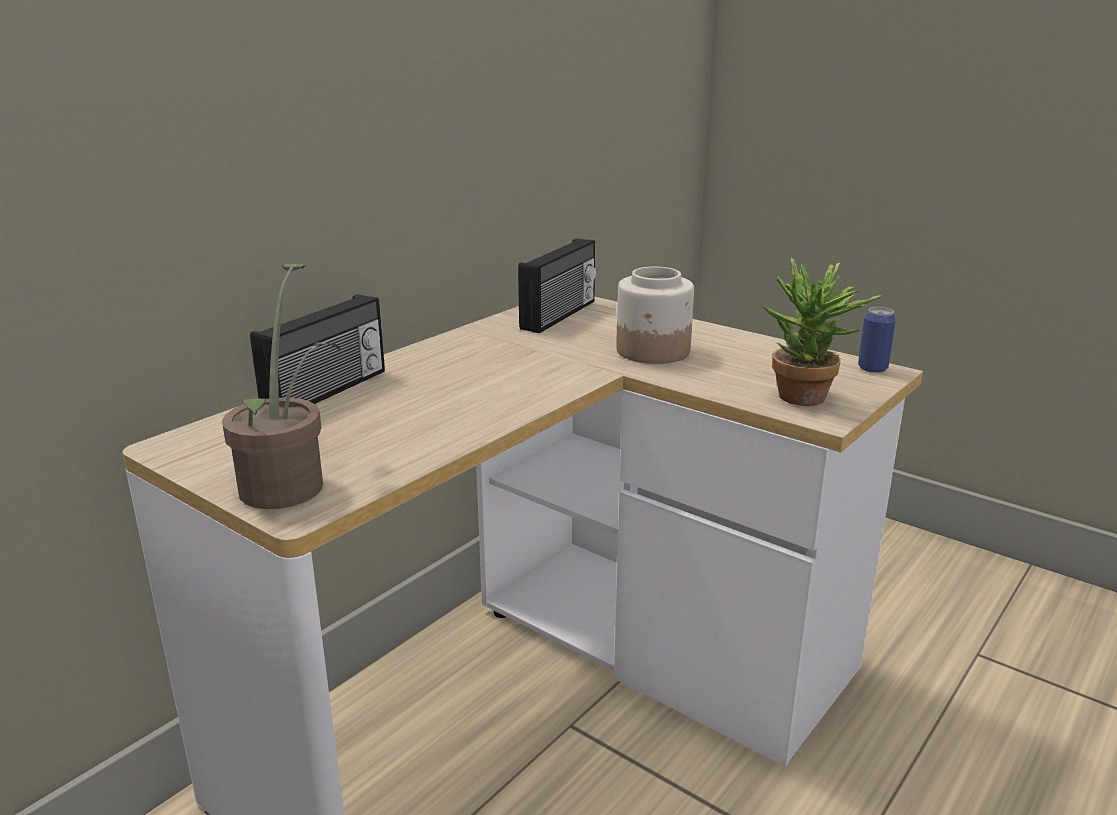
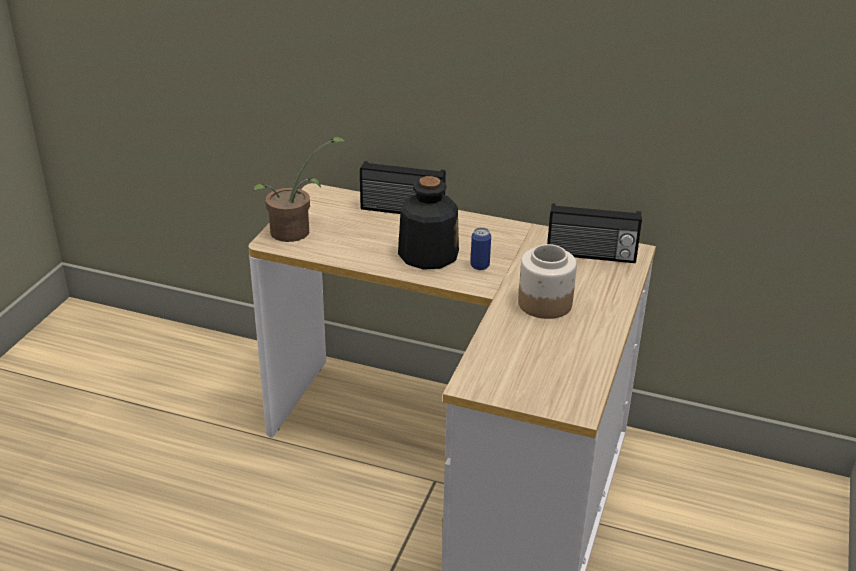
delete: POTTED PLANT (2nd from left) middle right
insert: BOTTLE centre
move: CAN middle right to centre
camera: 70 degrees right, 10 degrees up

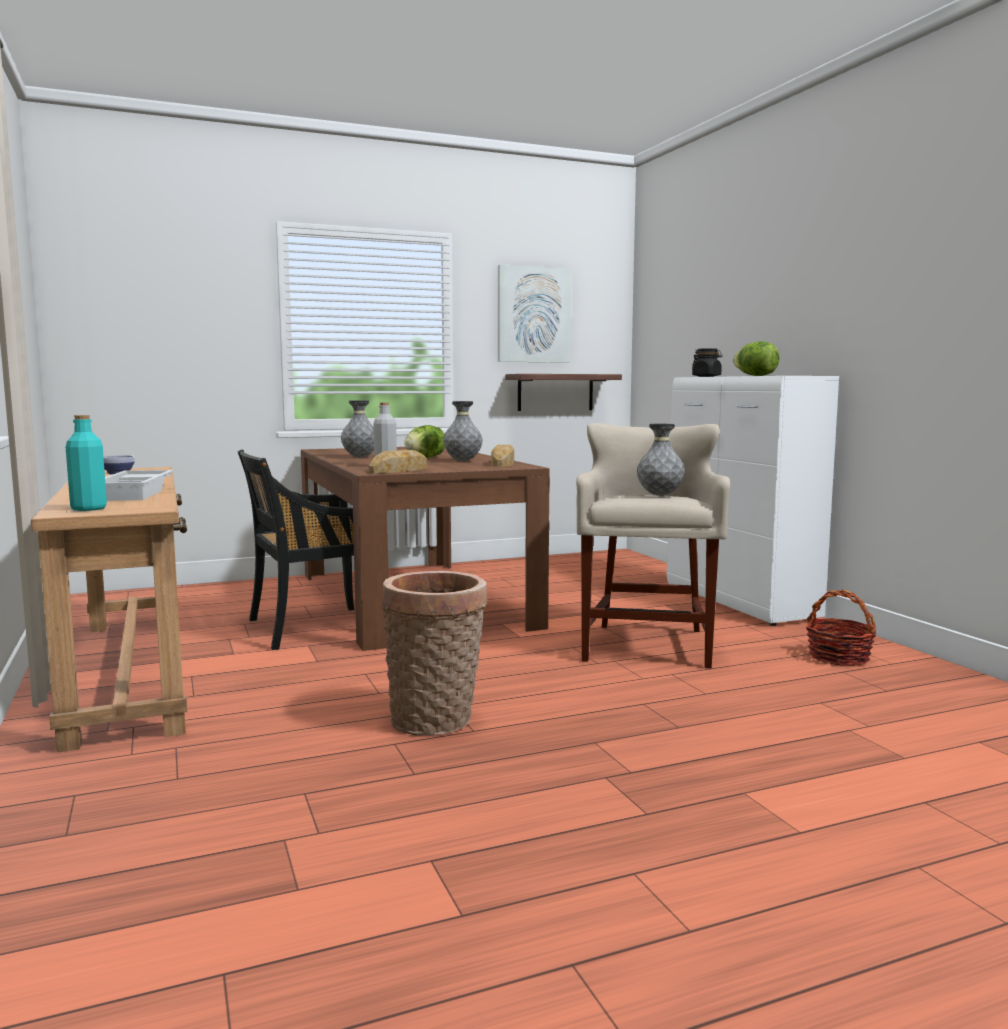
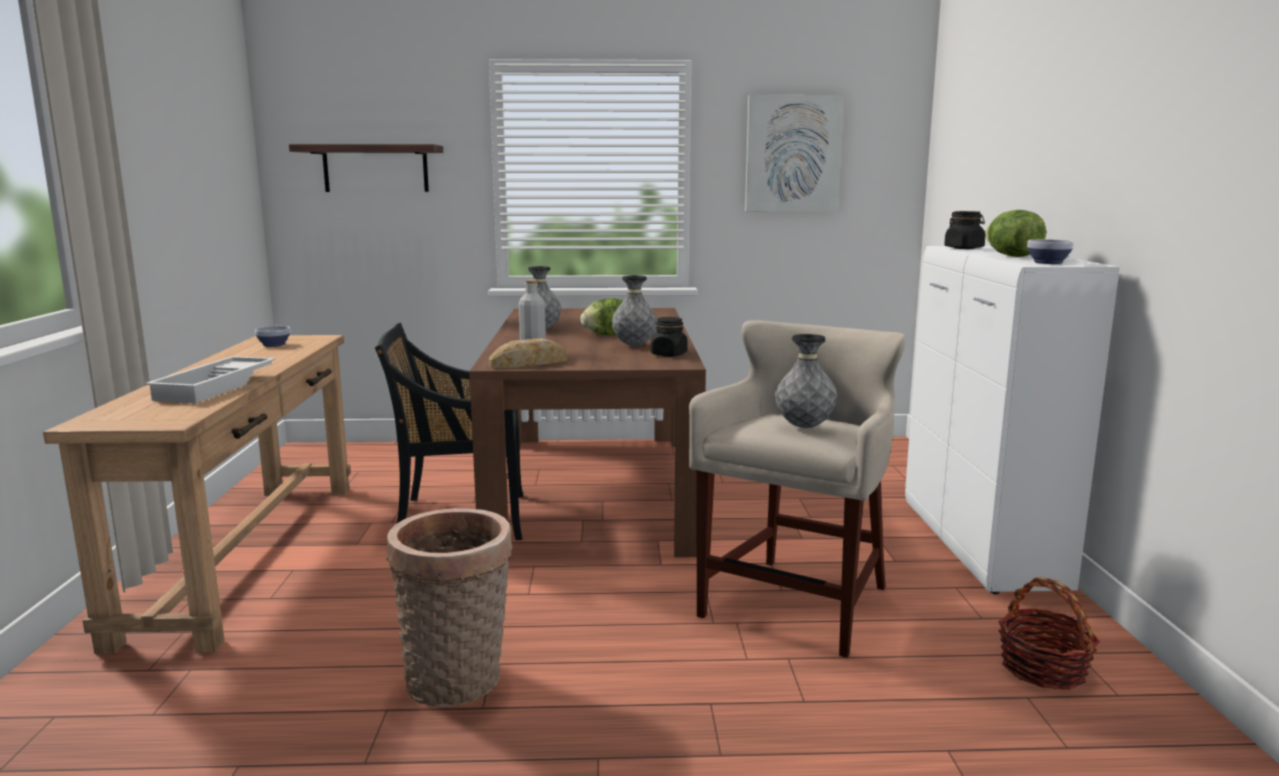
delete: TURQUOISE BOTTLE middle left
insert: BOWL (2nd from left) top right
move: SHELF centre to top left
replace: BREAD (2nd from left) centre to BLACK JAR (1st from left) centre
camera: 20 degrees right, 5 degrees up

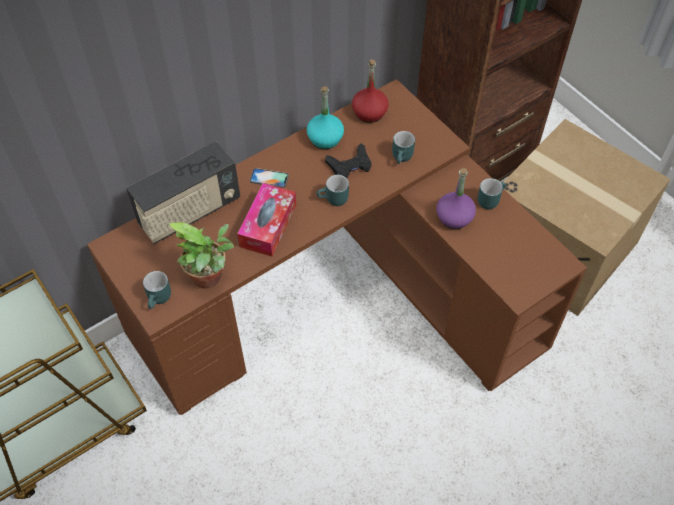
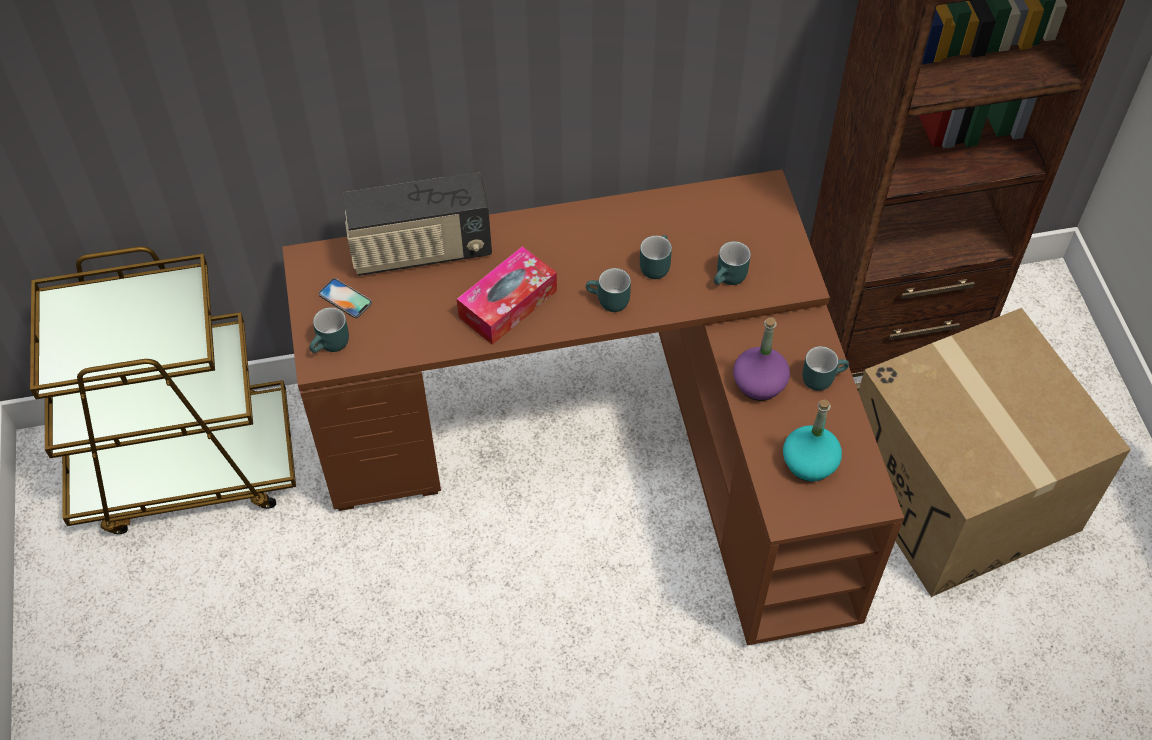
delete: RED BOTTLE top centre; POTTED PLANT middle left
move: TURQUOISE BOTTLE top centre to middle right; PHONE centre to middle left
replace: BLACK GAME CONTROLLER top centre to TURQUOISE MUG (3rd from left) centre
camera: 25 degrees right, 0 degrees up

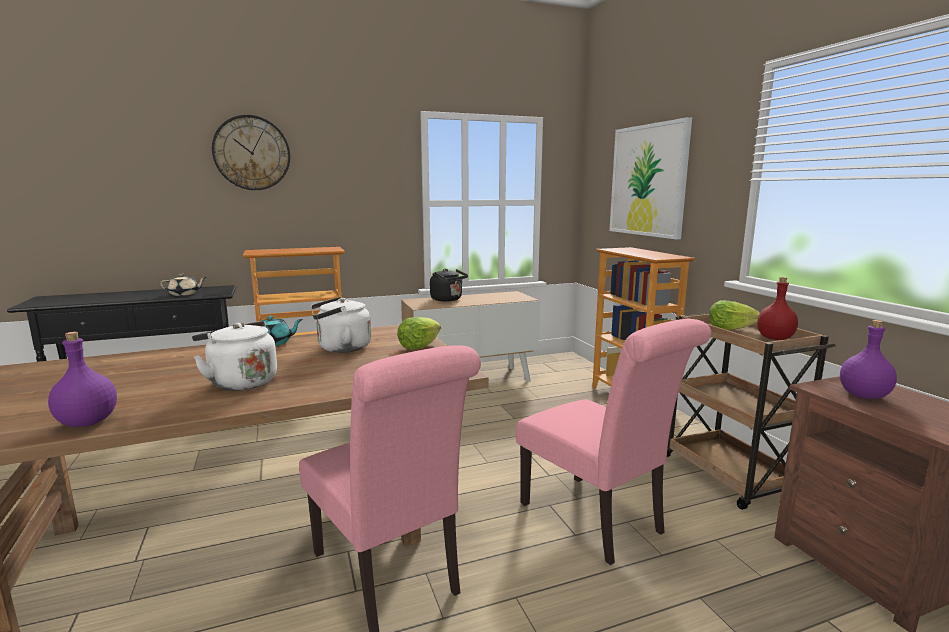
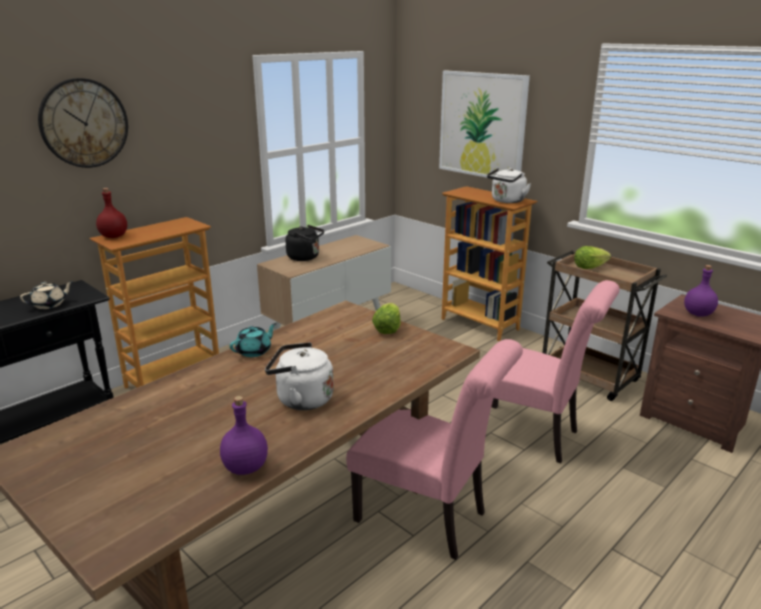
move: RED BOTTLE middle right to middle left; WHITE KETTLE (2nd from left) centre to top right
camera: 25 degrees left, 10 degrees up

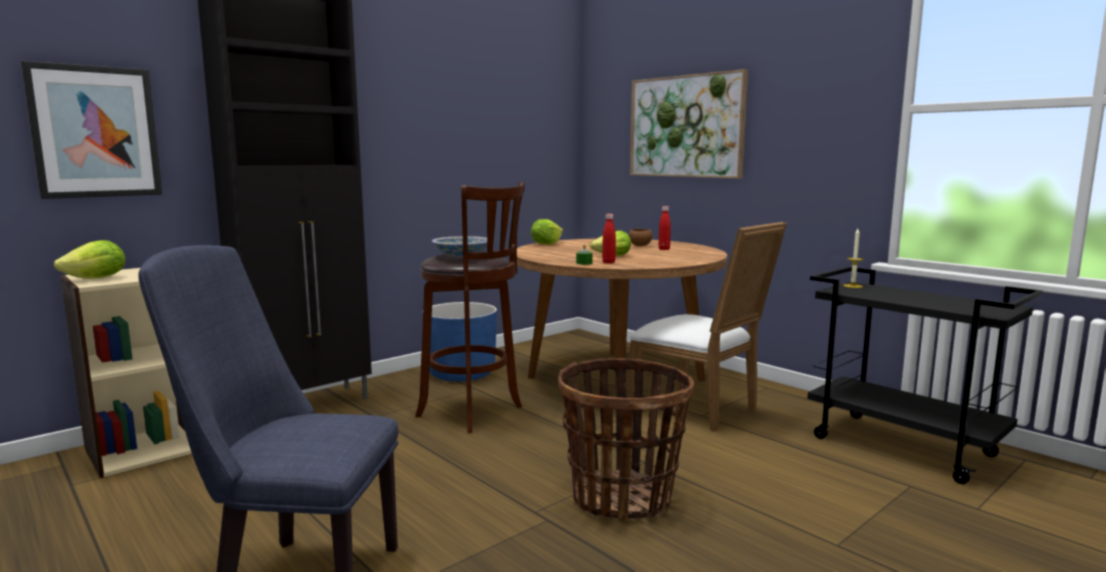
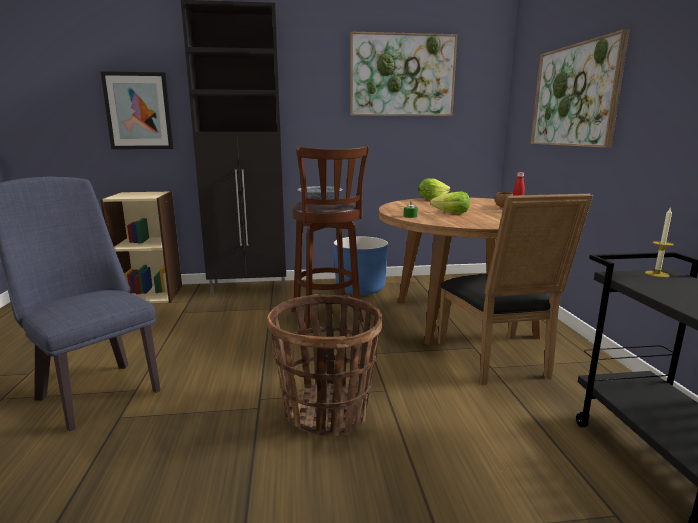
delete: RED BOTTLE (1st from left) centre; LETTUCE (1st from left) middle left
insert: PICTURE (2nd from left) top centre
recolor: WHITE CHAIR centre to BLACK CHAIR middle right
camera: 35 degrees right, 5 degrees up

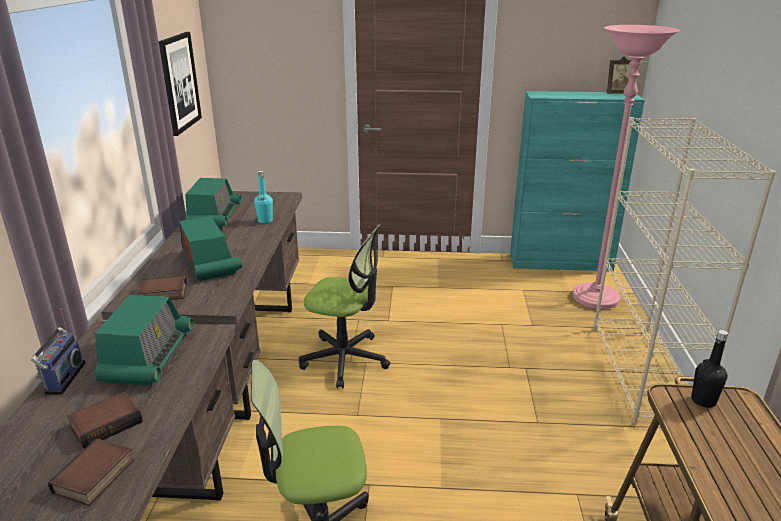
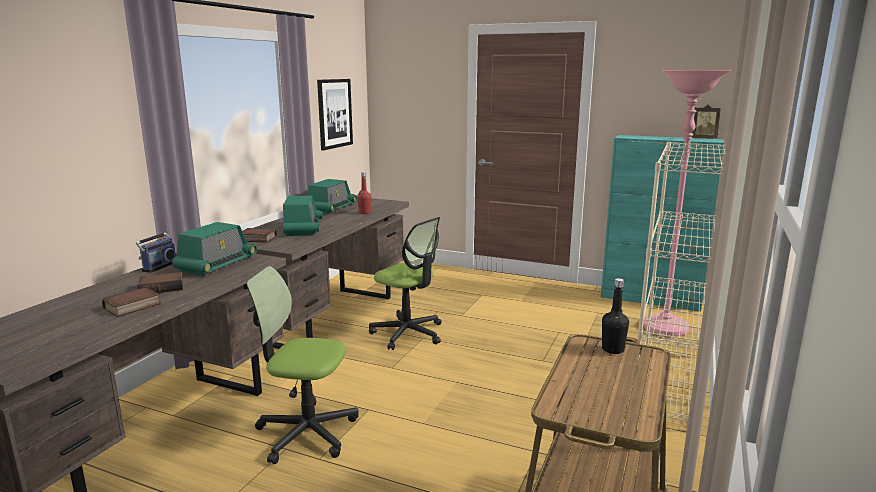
recolor: TURQUOISE BOTTLE centre to RED BOTTLE centre
camera: 20 degrees right, 10 degrees down

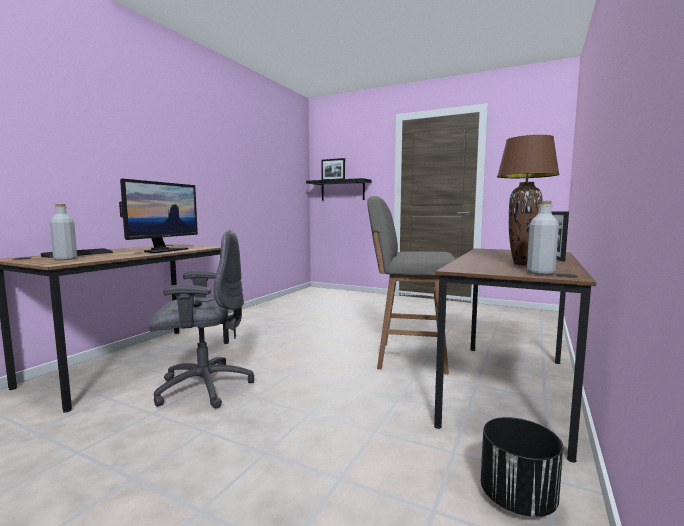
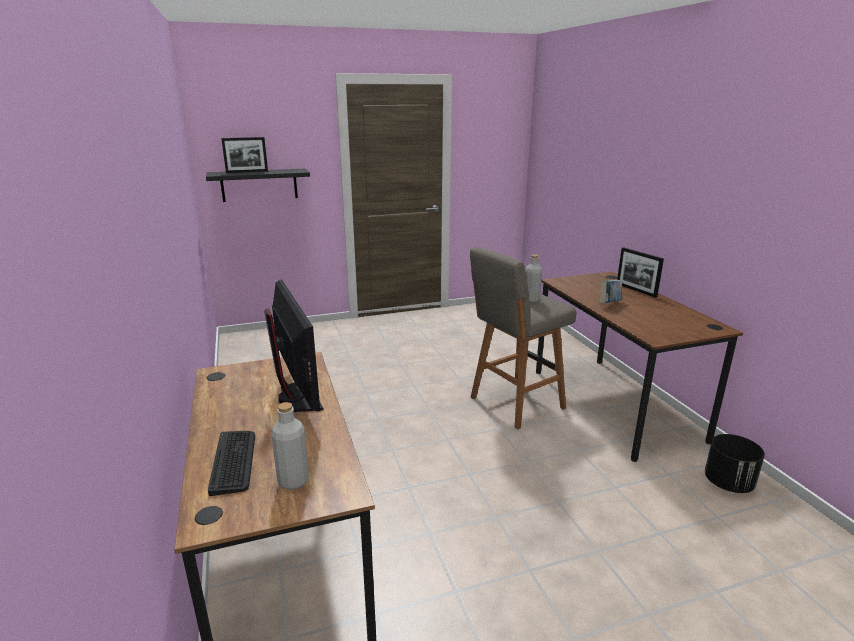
delete: BROWN TABLE LAMP middle right; GREY OFFICE CHAIR middle left
insert: BOOK middle right
move: GREY BOTTLE (2nd from left) middle right to centre
camera: 45 degrees left, 15 degrees up

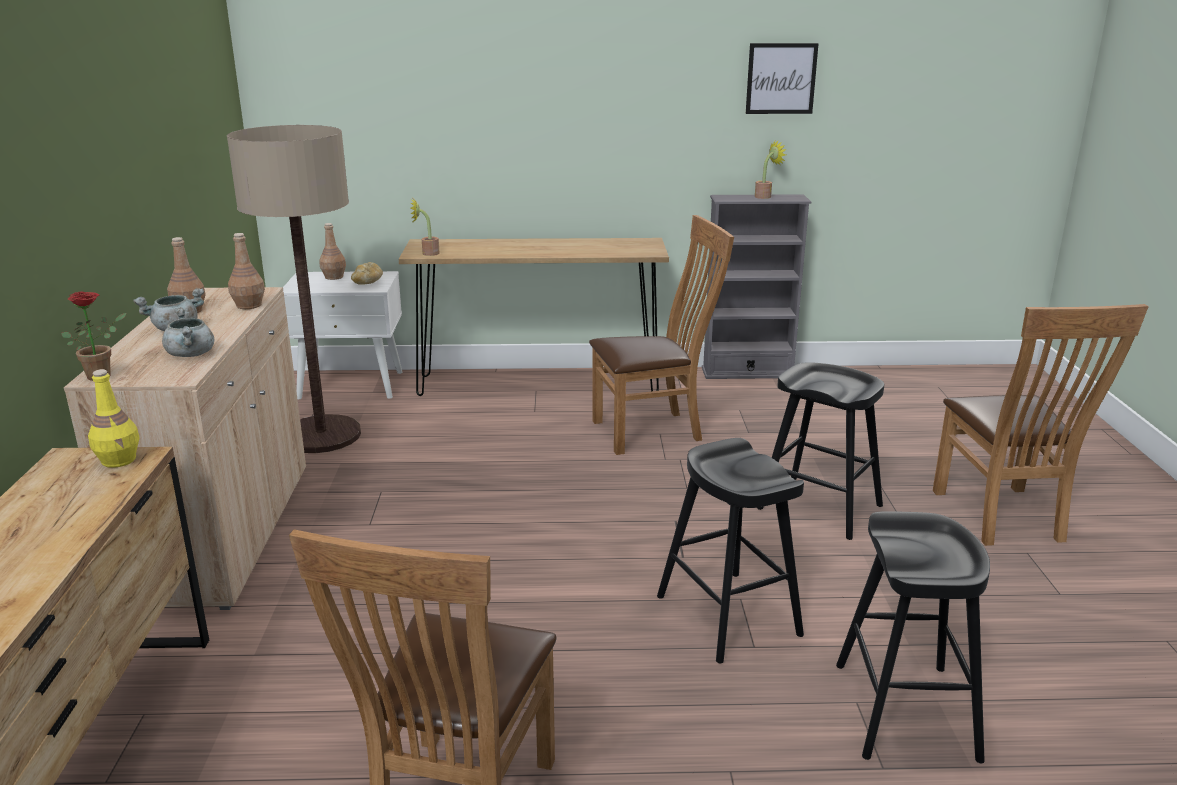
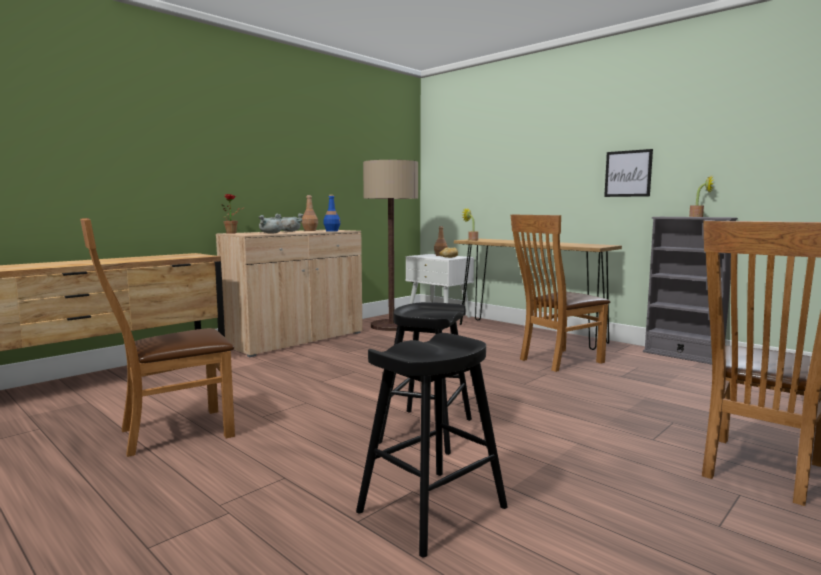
delete: BLACK STOOL (2nd from left) middle right; YELLOW BOTTLE middle left
move: PICTURE top centre to top right
recolor: BROWN BOTTLE (2nd from left) middle left to BLUE BOTTLE centre
rotate: BROWN CHAIR (2nd from left) centre = middle right 120 degrees clockwise
camera: 45 degrees right, 15 degrees down

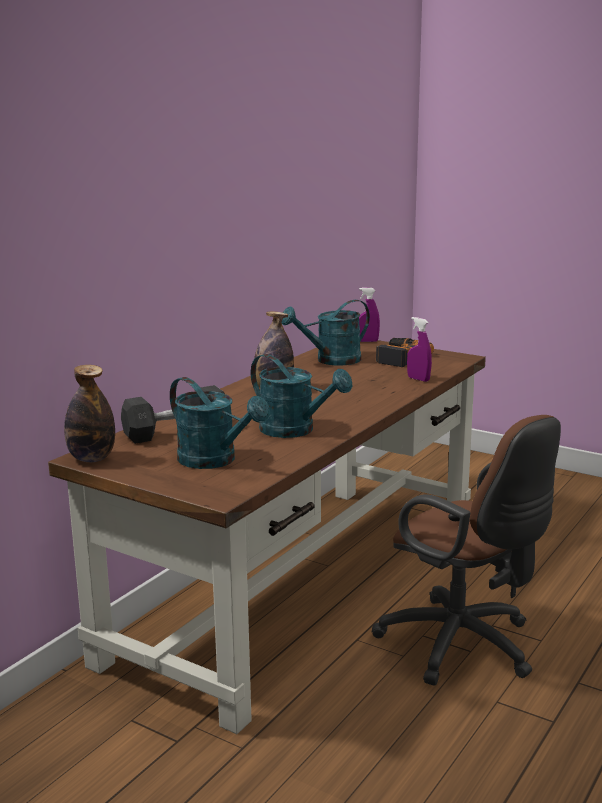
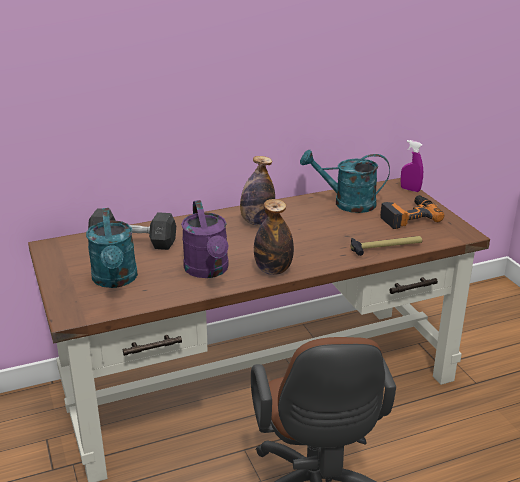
move: BOTTLE (1st from left in the first image) middle left to BOTTLE (2nd from left) centre
replace: PURPLE SPRAY BOTTLE (2nd from left) middle right to HAMMER middle right
recolor: TURQUOISE WATERING CAN (2nd from left) centre to PURPLE WATERING CAN centre
camera: 35 degrees right, 10 degrees up

